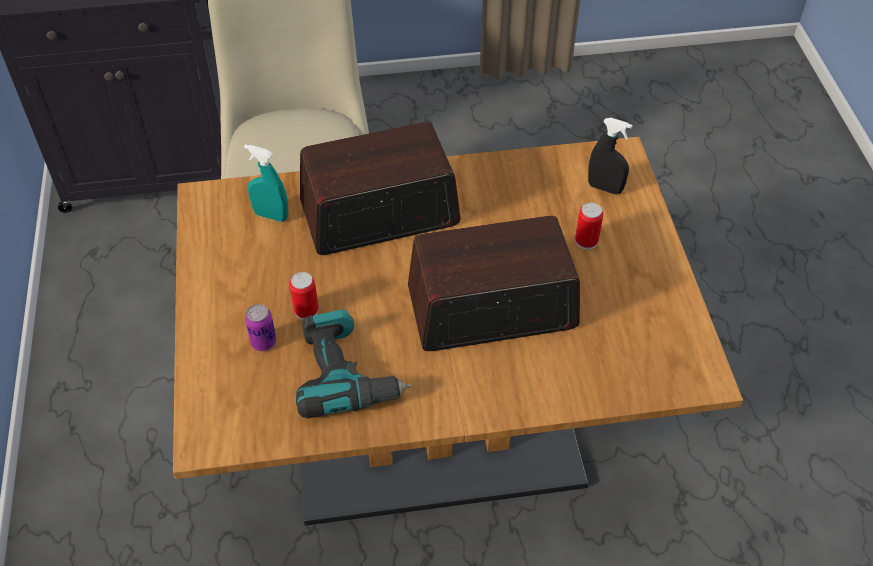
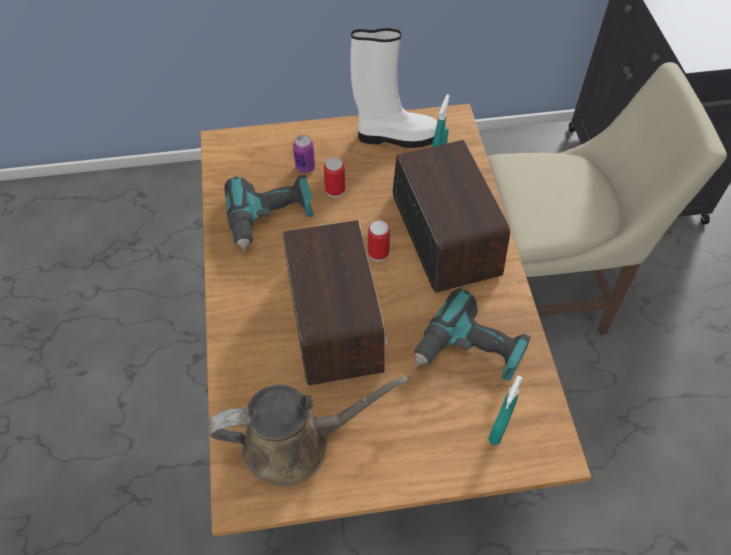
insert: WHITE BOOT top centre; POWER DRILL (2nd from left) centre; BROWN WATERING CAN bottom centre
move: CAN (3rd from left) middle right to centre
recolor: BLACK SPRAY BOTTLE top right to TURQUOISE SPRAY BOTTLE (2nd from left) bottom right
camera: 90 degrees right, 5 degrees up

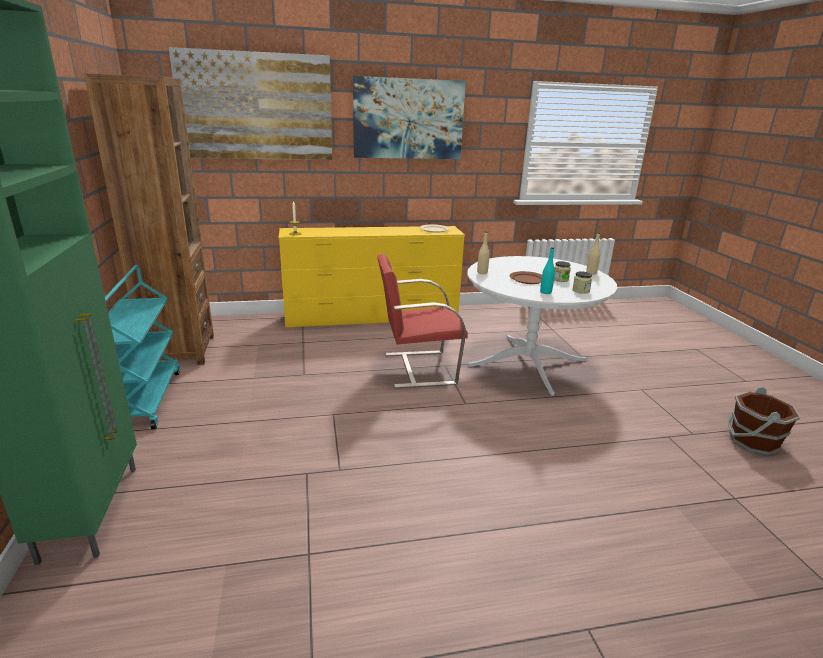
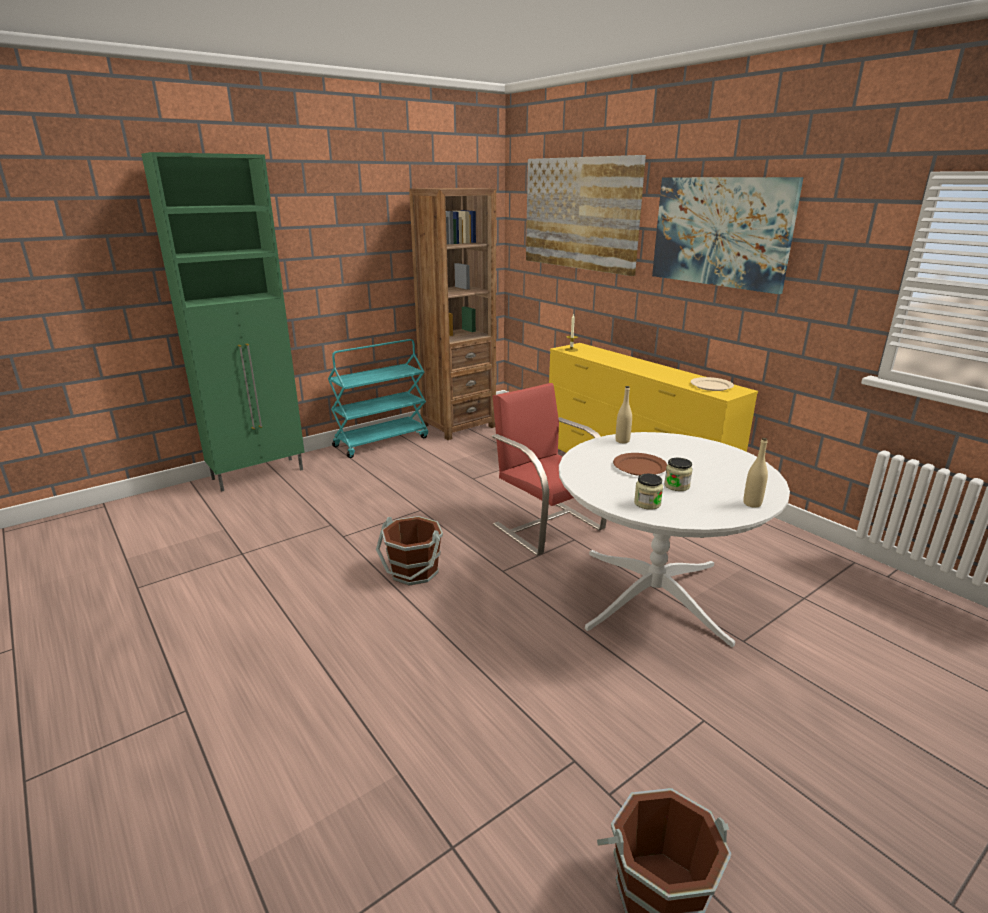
delete: TURQUOISE BOTTLE centre
insert: BROWN BUCKET (1st from left) centre
camera: 65 degrees right, 0 degrees up

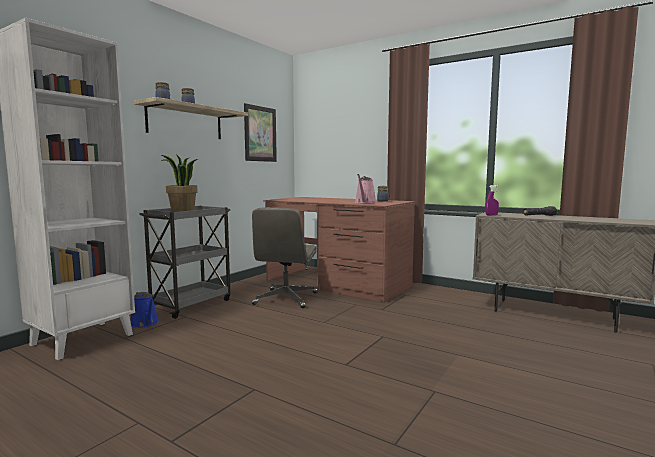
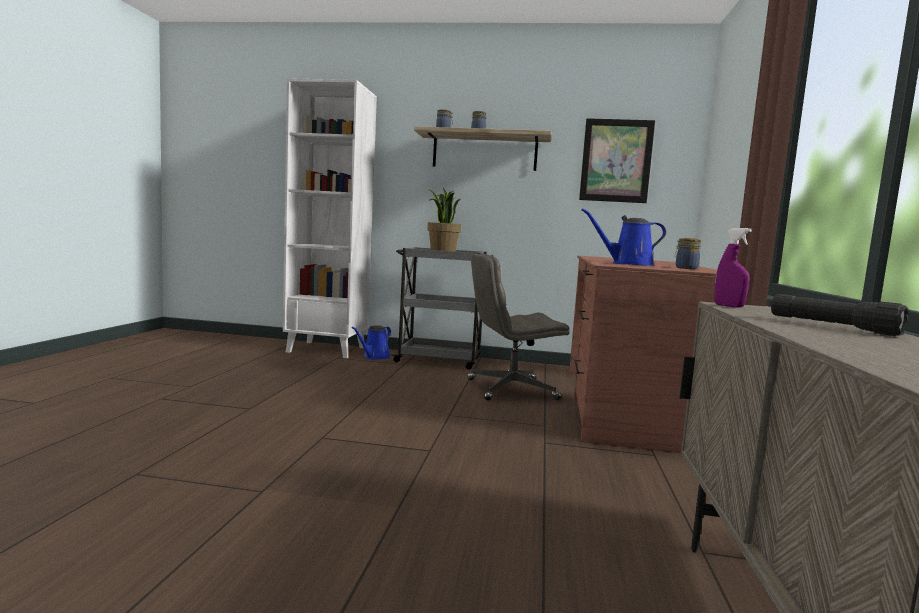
recolor: PINK WATERING CAN centre to BLUE WATERING CAN (2nd from left) middle right
camera: 65 degrees right, 0 degrees up

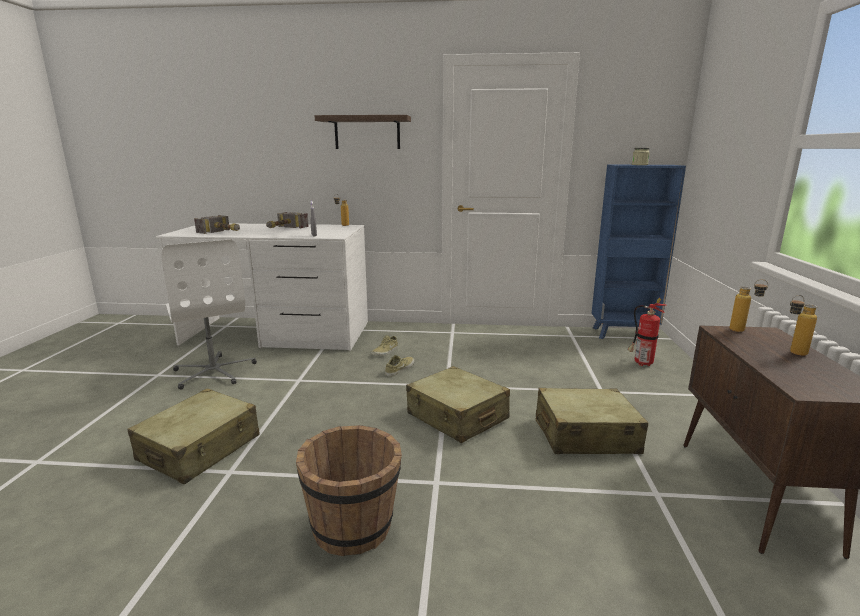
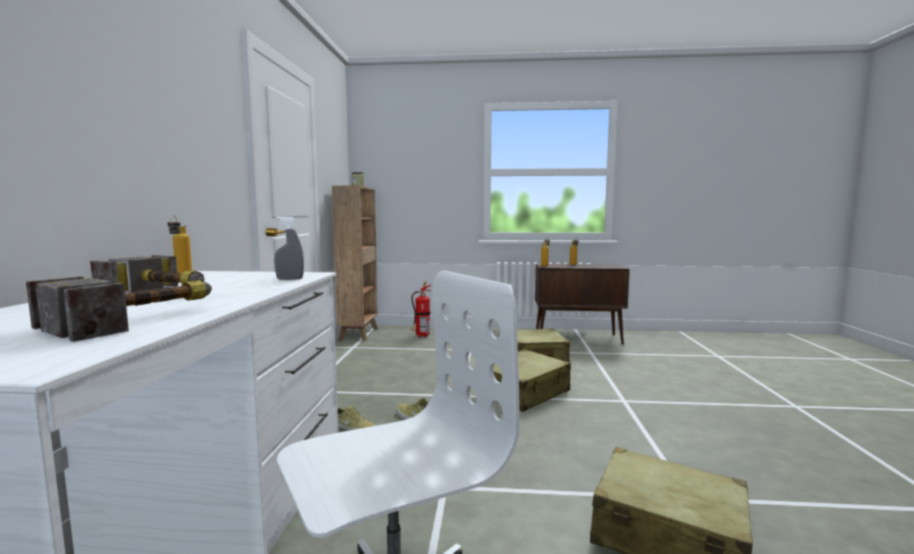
delete: SHELF top centre; BROWN BUCKET bottom centre
recolor: BLUE BOOKCASE middle right to BROWN BOOKCASE centre
camera: 90 degrees left, 10 degrees down

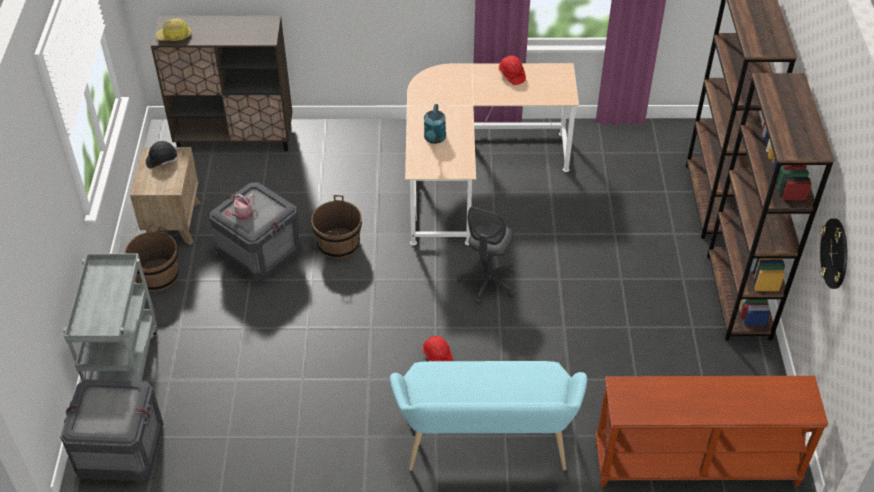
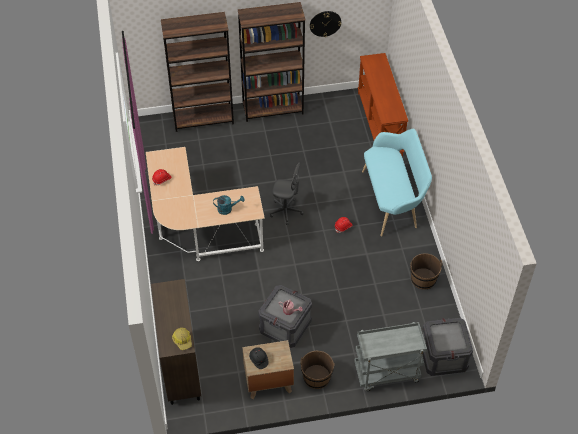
move: BROWN BUCKET (2nd from left) centre to middle right
camera: 100 degrees left, 5 degrees up

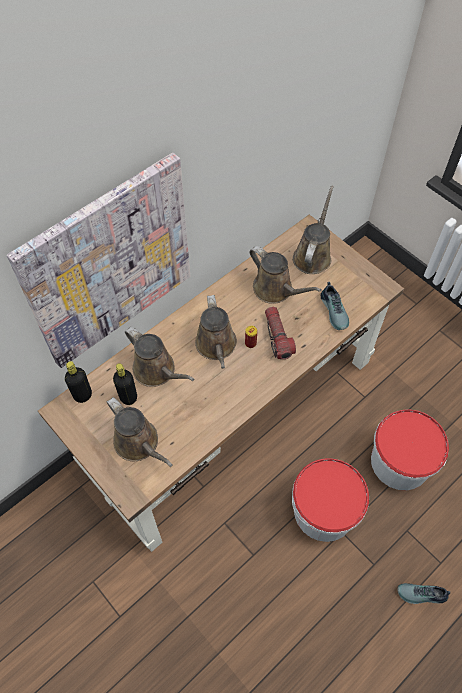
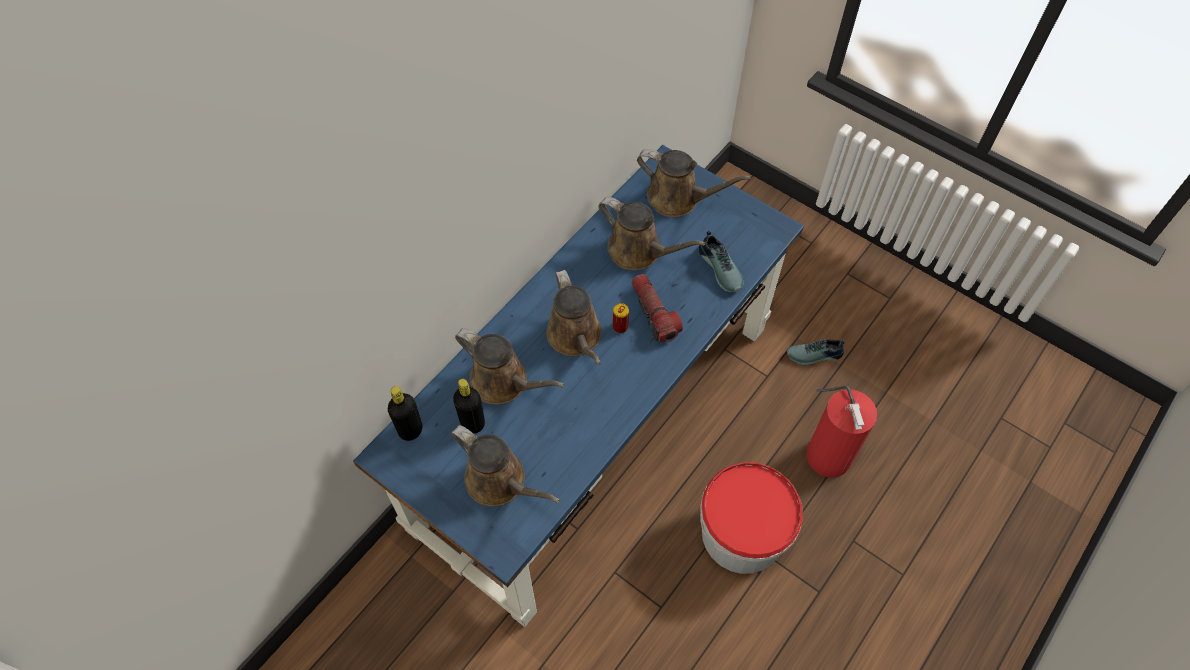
delete: PICTURE middle left
move: SHOE (2nd from left) bottom right to middle right
replace: BUCKET (2nd from left) middle right to FIRE EXTINGUISHER middle right
recolor: BROWN DESK centre to BLUE DESK centre
rotate: BROWN WATERING CAN (5th from left) top right = top centre 105 degrees clockwise
camera: 10 degrees left, 0 degrees up

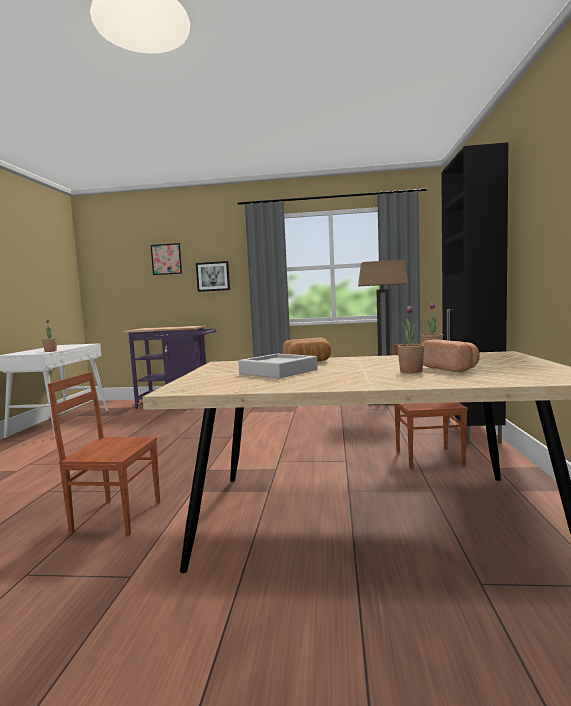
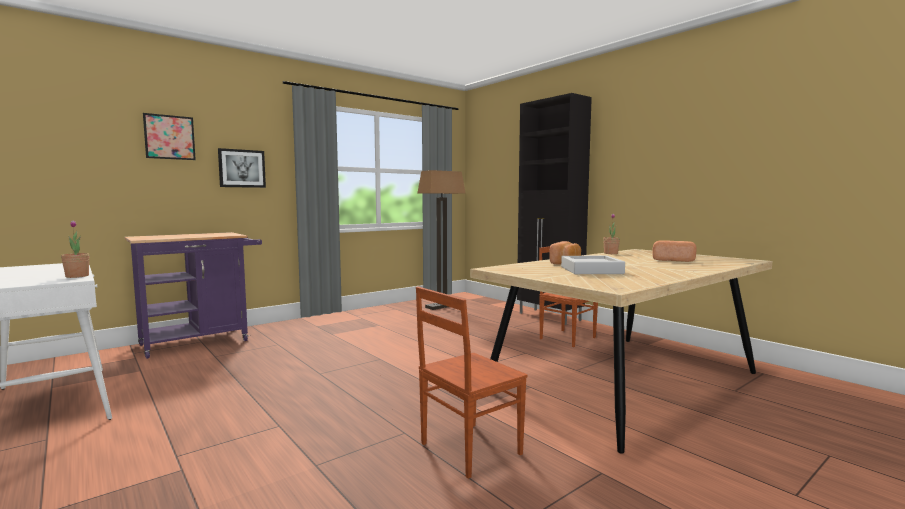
delete: POTTED PLANT (2nd from left) middle right
camera: 45 degrees left, 0 degrees up

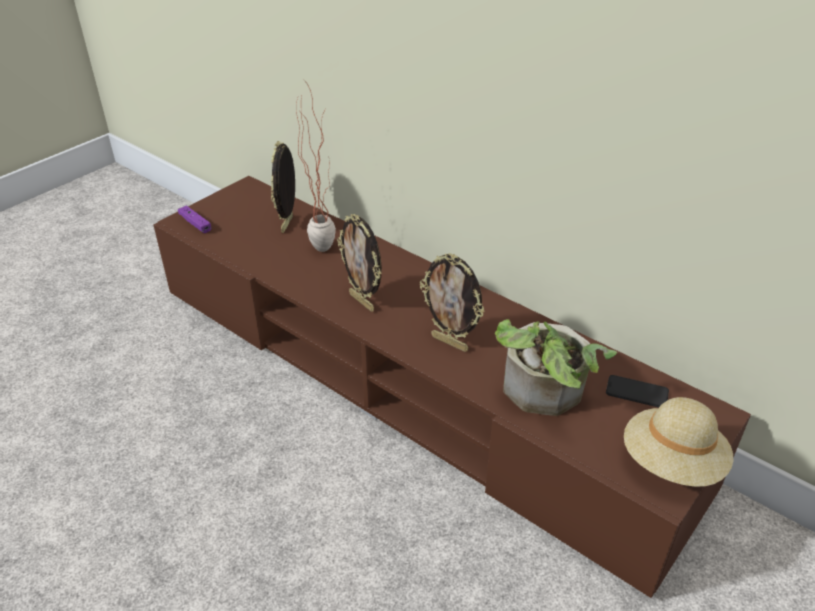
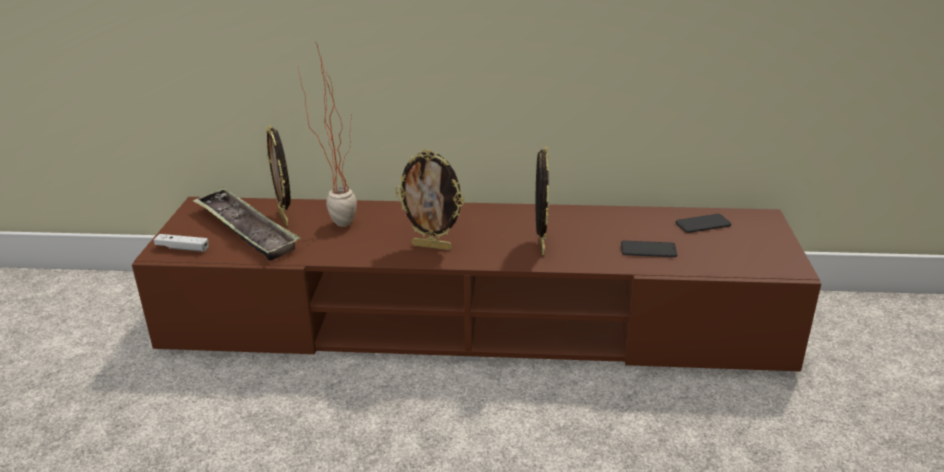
delete: BEIGE HAT bottom right
insert: TRAY middle left
replace: POTTED PLANT (2nd from left) middle right to PHONE (1st from left) middle right
recolor: PURPLE GAME CONTROLLER middle left to WHITE GAME CONTROLLER middle left
rotate: PICTURE FRAME (3rd from left) centre = centre 90 degrees counterclockwise
camera: 35 degrees left, 10 degrees down

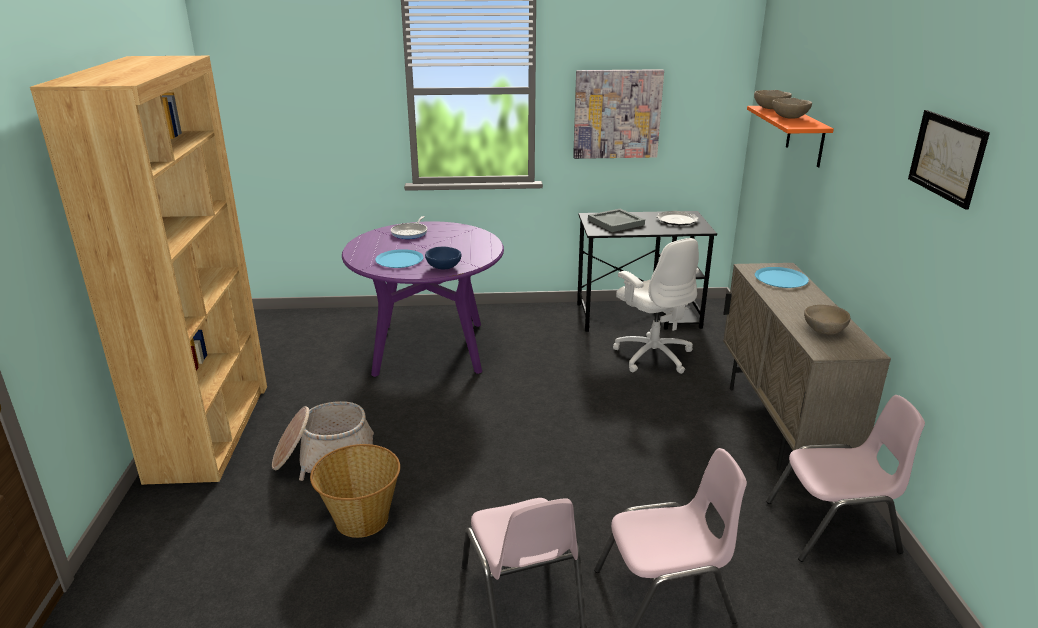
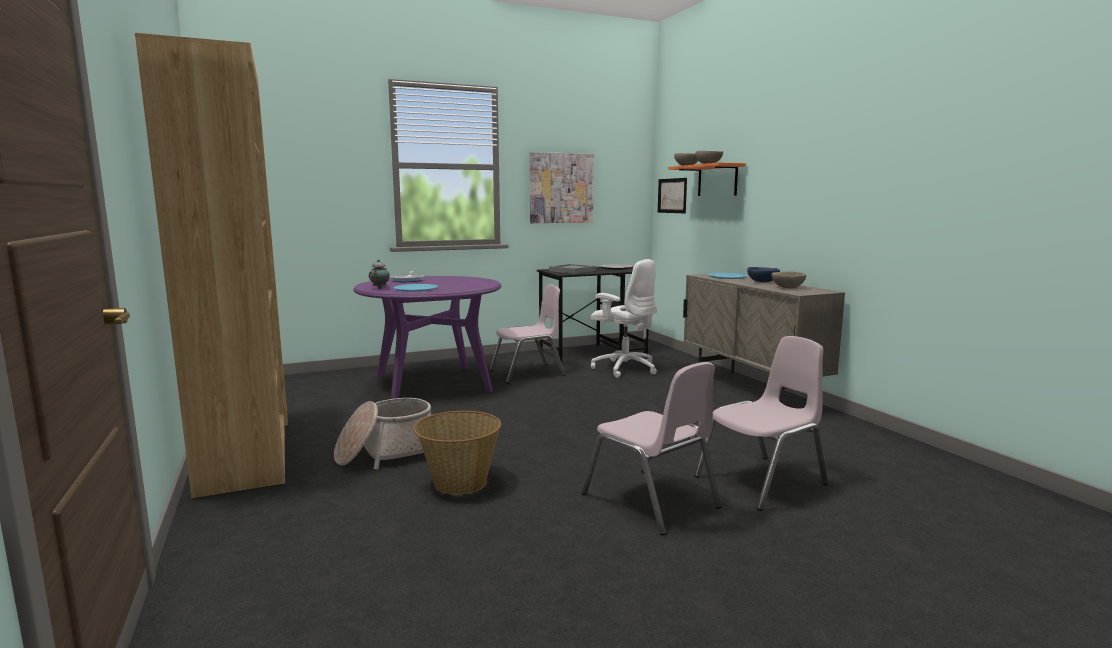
insert: TEAPOT centre
move: PICTURE (2nd from left) top right to top centre; BLUE BOWL centre to middle right; PINK CHAIR (3rd from left in the first image) bottom right to PINK CHAIR (1st from left) centre
camera: 20 degrees left, 15 degrees down

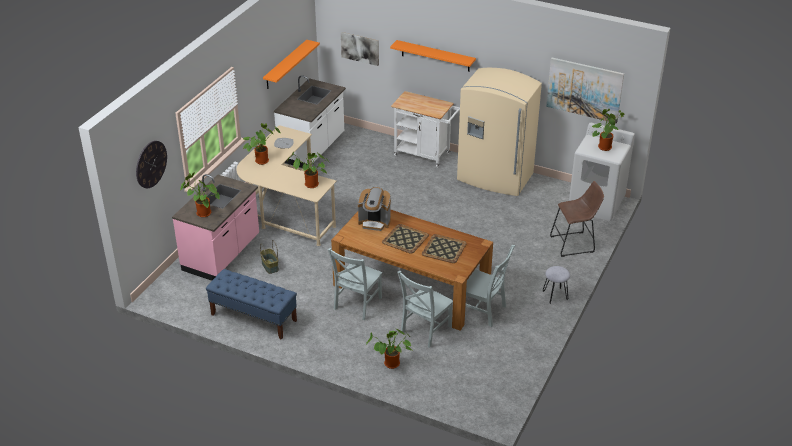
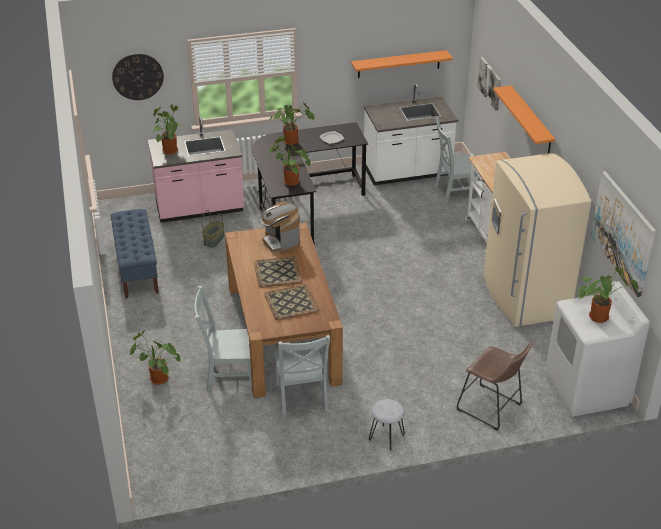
move: GREY CHAIR (1st from left in the first image) centre to GREY CHAIR (3rd from left) top right
recolor: BEIGE DESK centre to BLACK DESK centre
camera: 50 degrees right, 0 degrees up

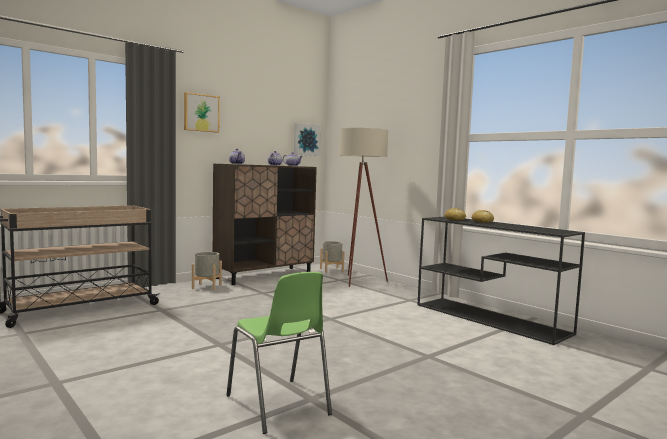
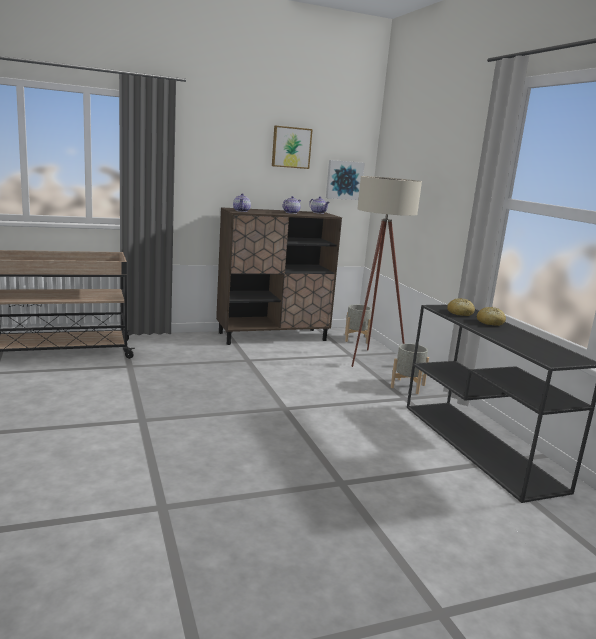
delete: GREEN CHAIR bottom centre
move: PICTURE (1st from left) top left to top centre; GREY PLANTER (1st from left in the first image) middle left to GREY PLANTER (2nd from left) middle right
camera: 20 degrees right, 10 degrees up

